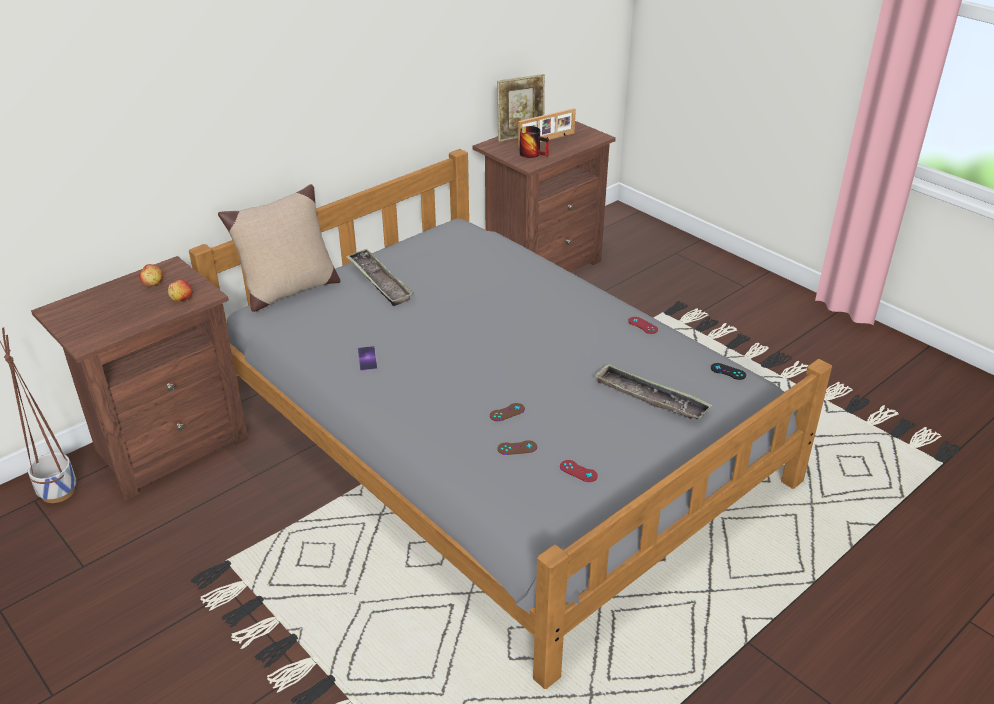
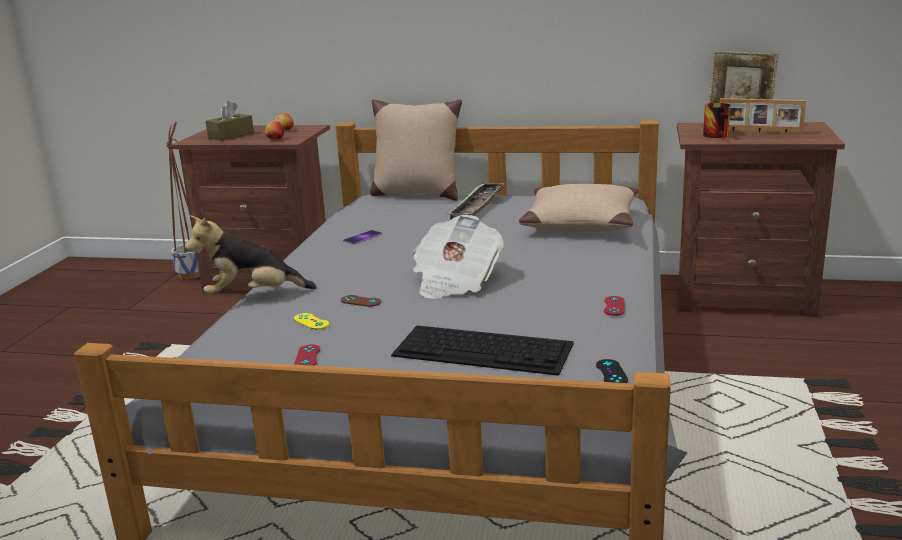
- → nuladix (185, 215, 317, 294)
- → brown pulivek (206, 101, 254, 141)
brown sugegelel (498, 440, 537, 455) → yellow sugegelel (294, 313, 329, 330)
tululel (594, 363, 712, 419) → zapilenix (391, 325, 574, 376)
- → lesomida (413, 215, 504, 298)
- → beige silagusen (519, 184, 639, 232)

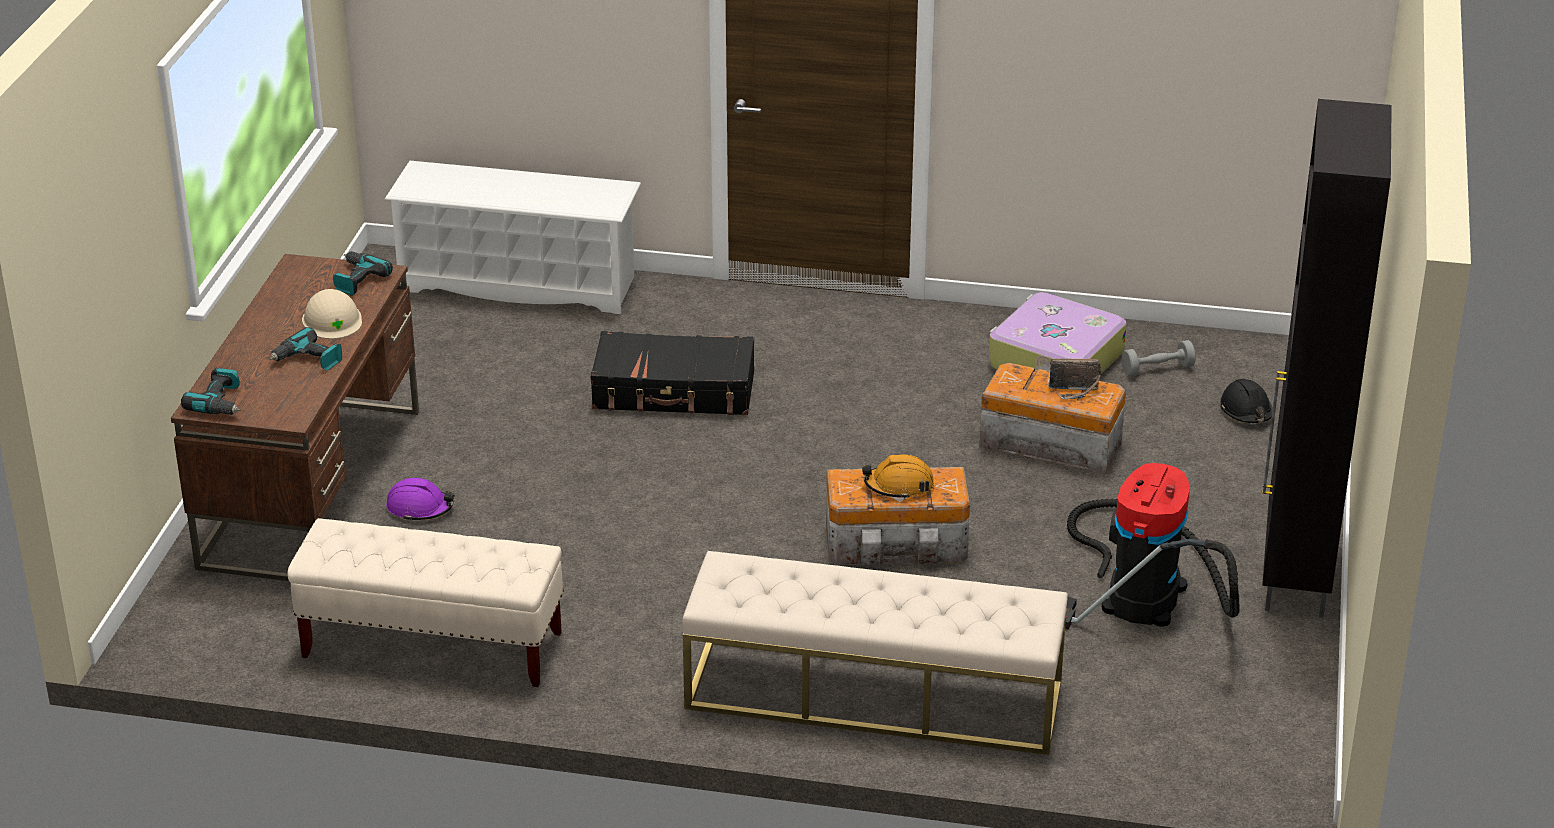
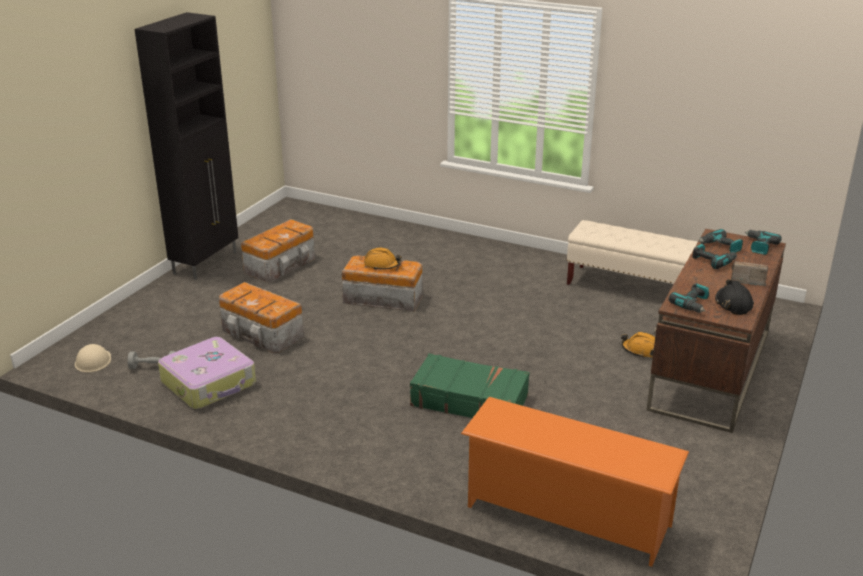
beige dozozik (302, 289, 362, 339) → beige dozozik (75, 344, 111, 372), moved
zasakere (1065, 463, 1240, 629) → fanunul (241, 219, 315, 282)
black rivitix (590, 331, 754, 415) → green rivitix (410, 353, 530, 418)
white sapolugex (385, 161, 641, 314) → orange sapolugex (461, 397, 689, 567)
purple dozozik (386, 478, 454, 521) → orange dozozik (621, 332, 655, 358)
- → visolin (698, 229, 743, 253)
black dozozik (1220, 379, 1273, 423) → black dozozik (715, 279, 754, 315), moved
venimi (1048, 358, 1101, 399) → venimi (731, 261, 768, 286), moved
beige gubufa (682, 551, 1068, 755) → -

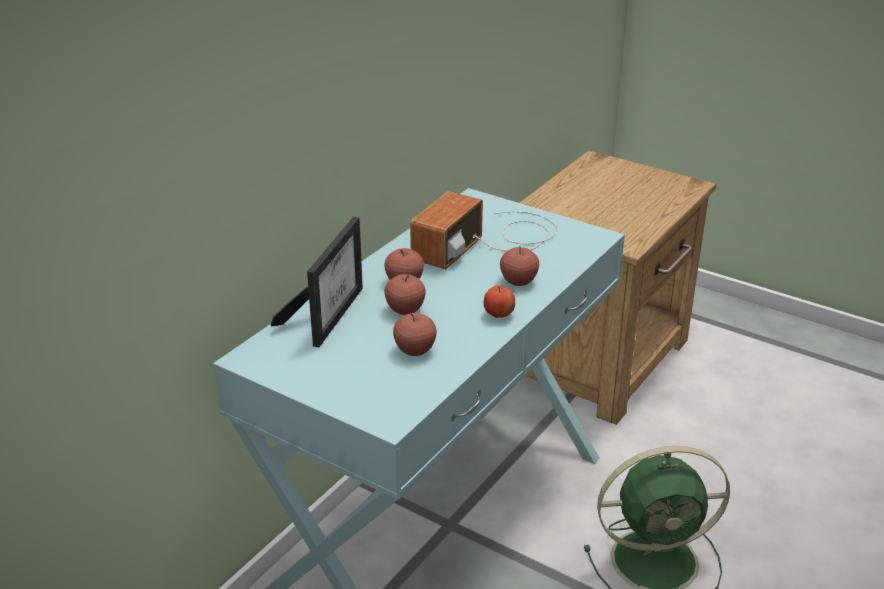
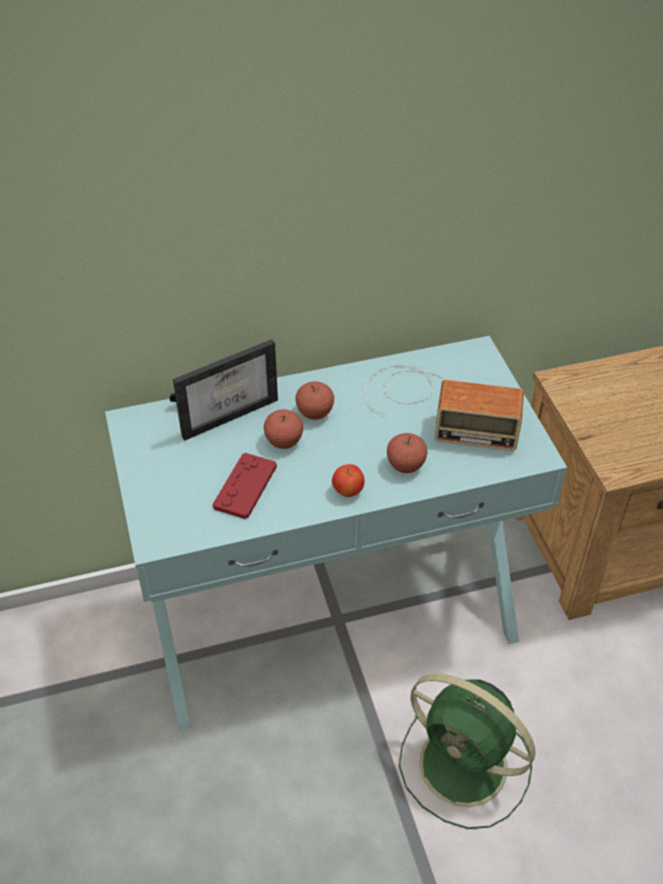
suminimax (393, 313, 437, 356) → red sugegelel (213, 453, 277, 519)
venimi (410, 191, 557, 269) → venimi (365, 365, 524, 451), 150 degrees counterclockwise

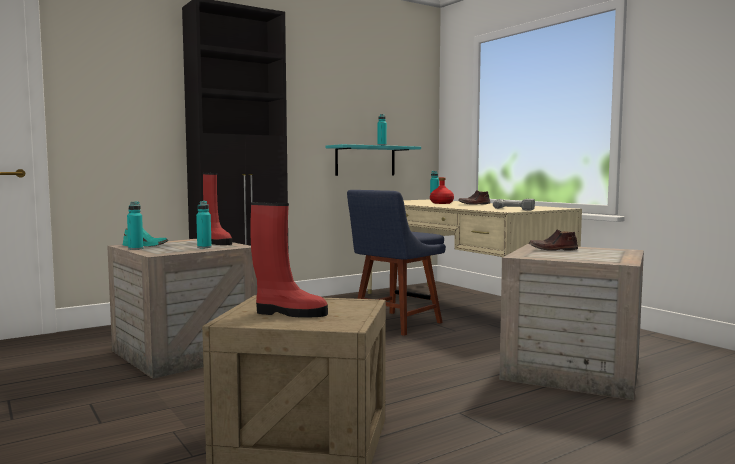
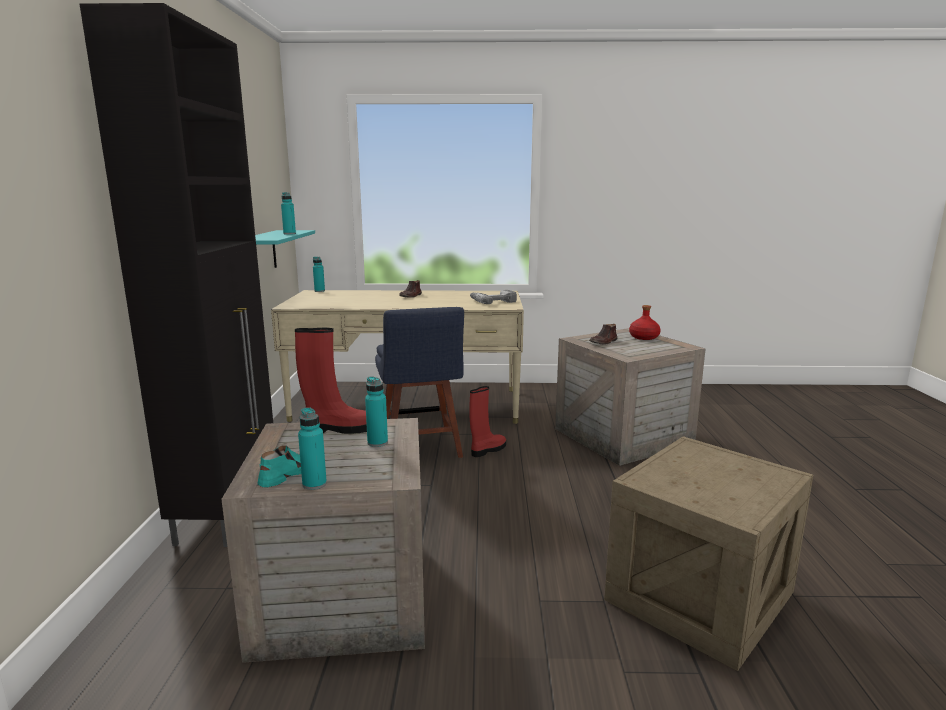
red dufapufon (250, 202, 328, 318) → red dufapufon (469, 386, 506, 457), moved
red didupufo (430, 177, 454, 204) → red didupufo (629, 305, 661, 340), moved

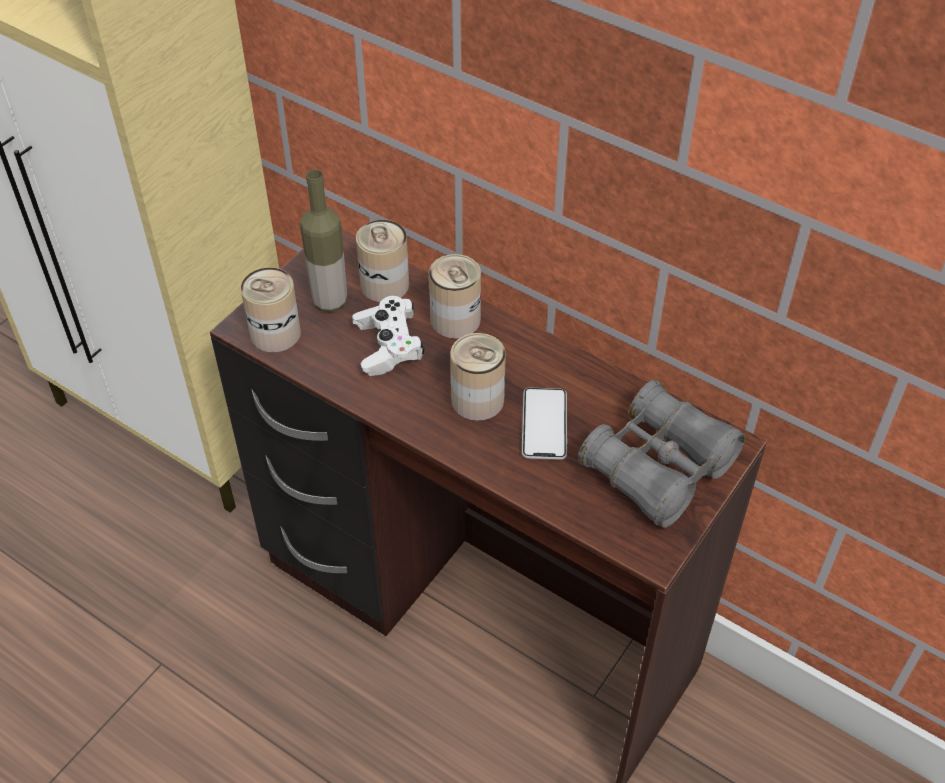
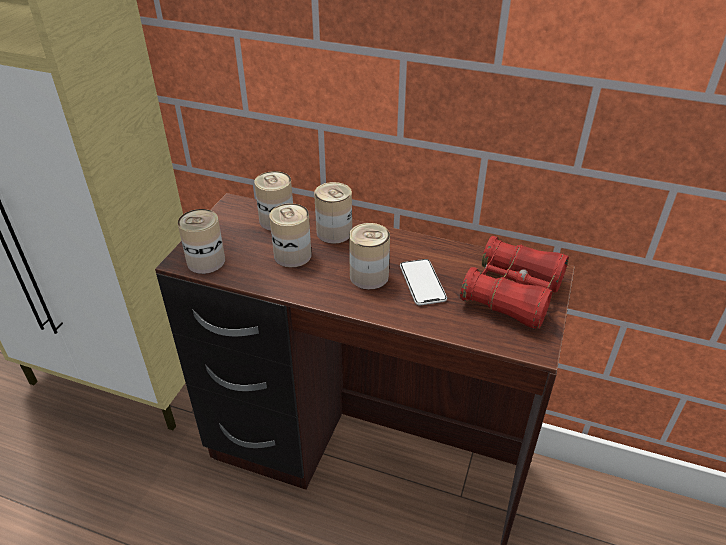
white sugegelel (352, 296, 424, 376) → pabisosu (269, 203, 311, 267)
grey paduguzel (578, 380, 745, 528) → red paduguzel (460, 236, 569, 329)
didupufo (300, 169, 347, 313) → -

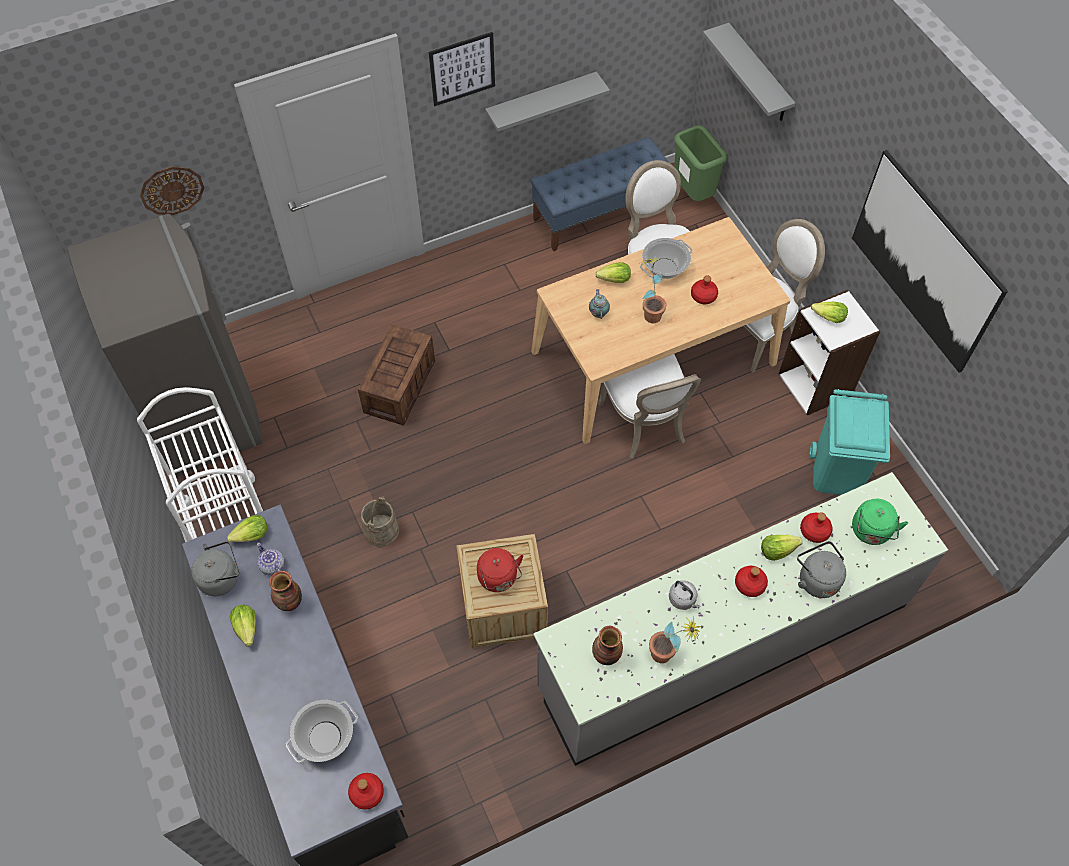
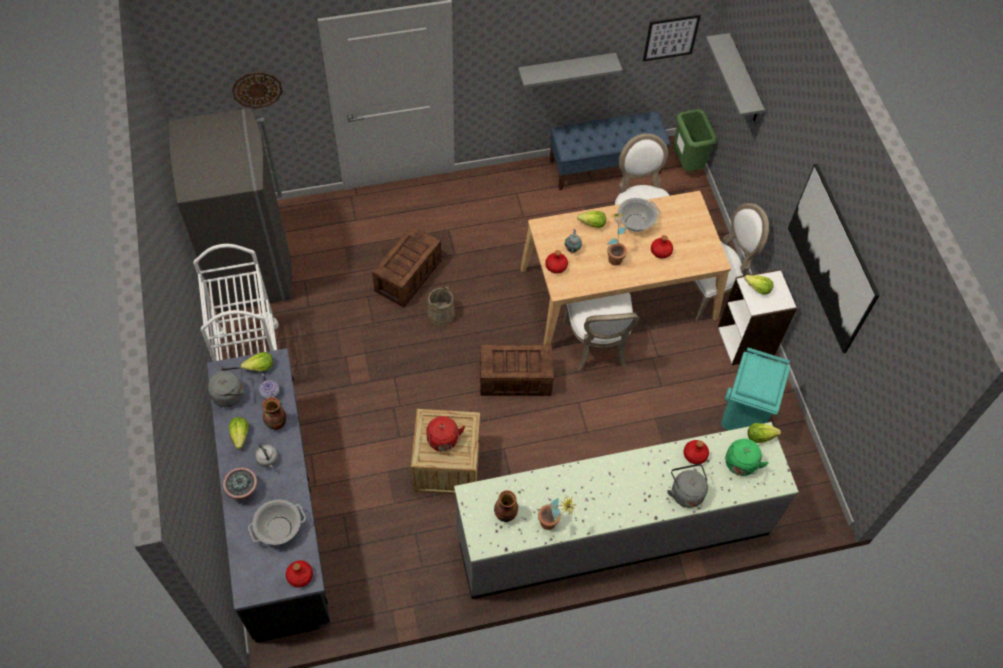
- → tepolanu (223, 467, 257, 500)
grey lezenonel (669, 580, 700, 610) → grey lezenonel (255, 444, 278, 468), moved
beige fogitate (361, 496, 399, 547) → beige fogitate (427, 286, 455, 325), moved
- → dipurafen (480, 345, 554, 396)
red didupufo (735, 566, 768, 597) → red didupufo (545, 250, 568, 274), moved
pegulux (429, 32, 495, 106) → pegulux (643, 15, 701, 62), moved
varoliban (761, 535, 802, 561) → varoliban (748, 423, 781, 443), moved

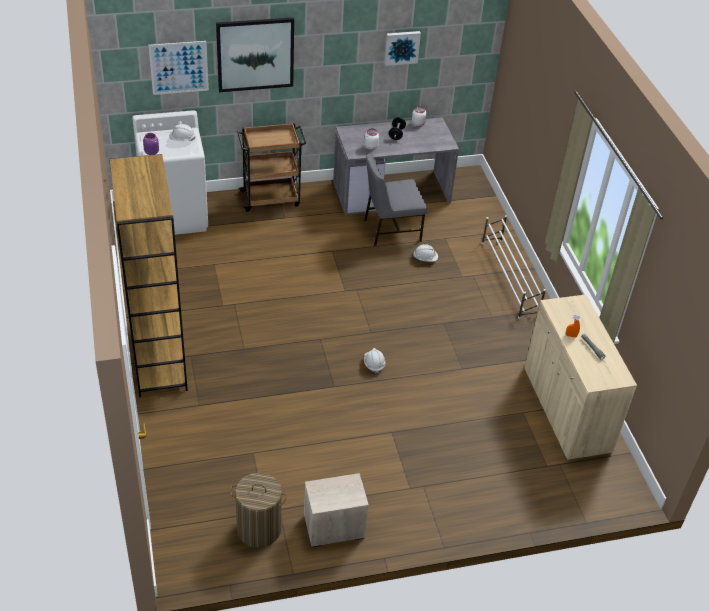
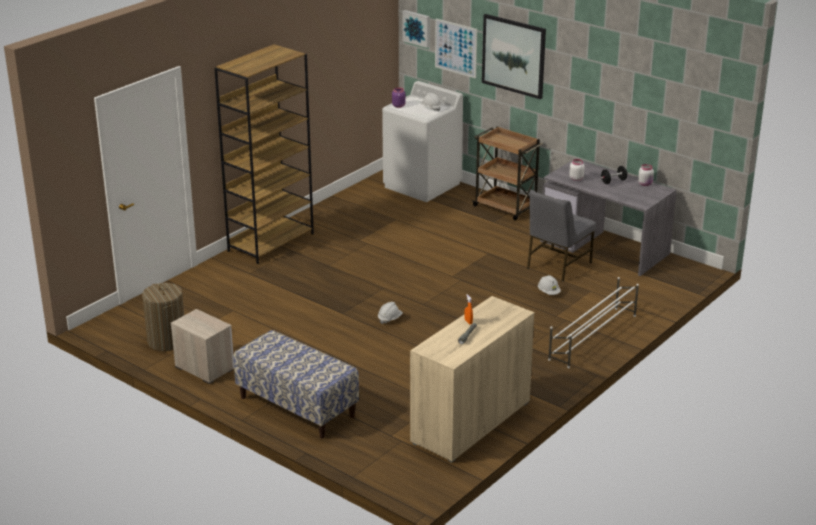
- → gubufa (233, 330, 359, 439)
pegulux (384, 31, 421, 66) → pegulux (402, 10, 430, 48), moved
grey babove (364, 153, 427, 246) → grey babove (527, 190, 596, 281), 90 degrees counterclockwise

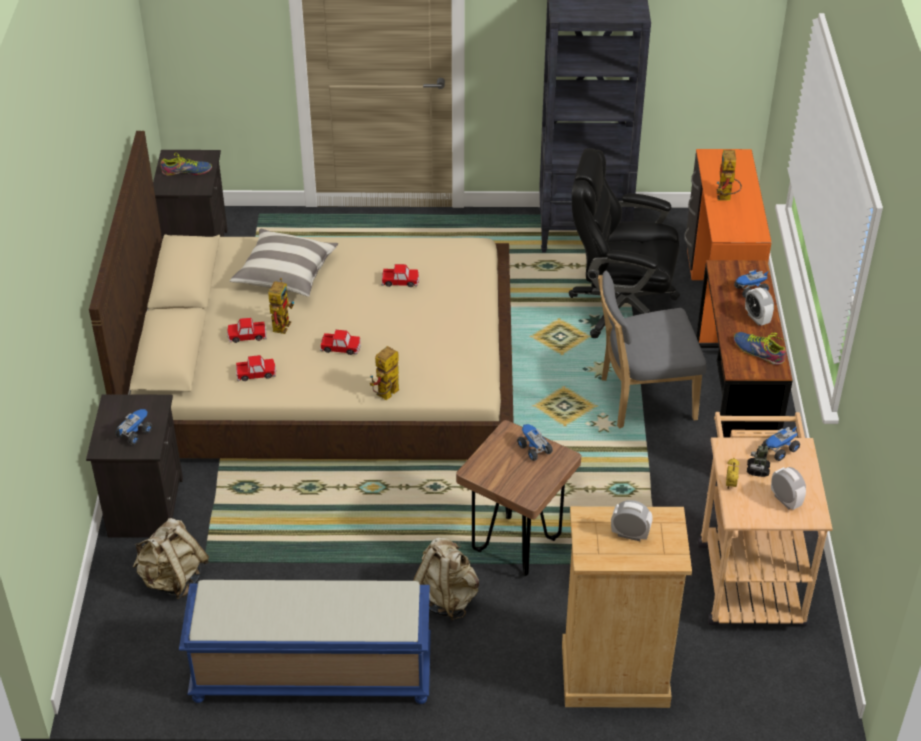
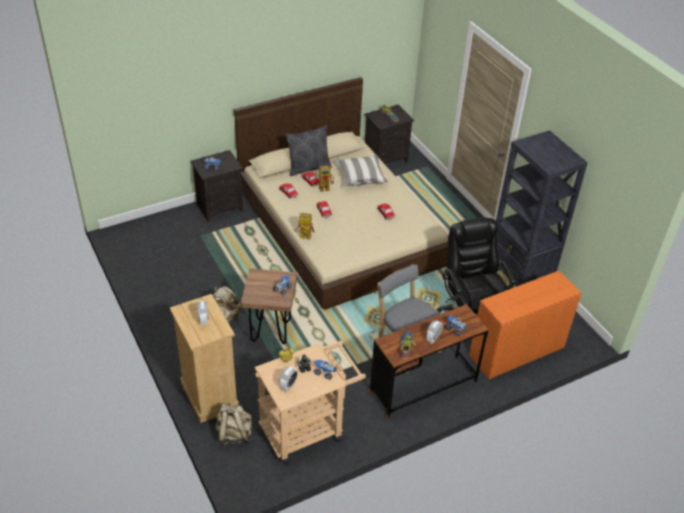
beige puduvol (133, 518, 209, 599) → beige puduvol (215, 403, 253, 445), moved
- → grey silagusen (285, 125, 332, 176)
blue gubufa (179, 580, 431, 704) → -
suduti (716, 150, 742, 201) → -

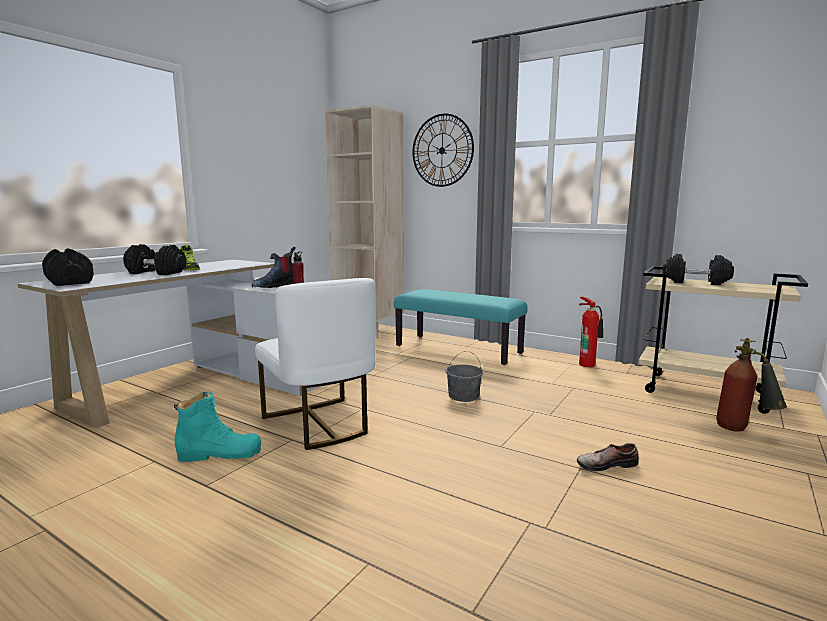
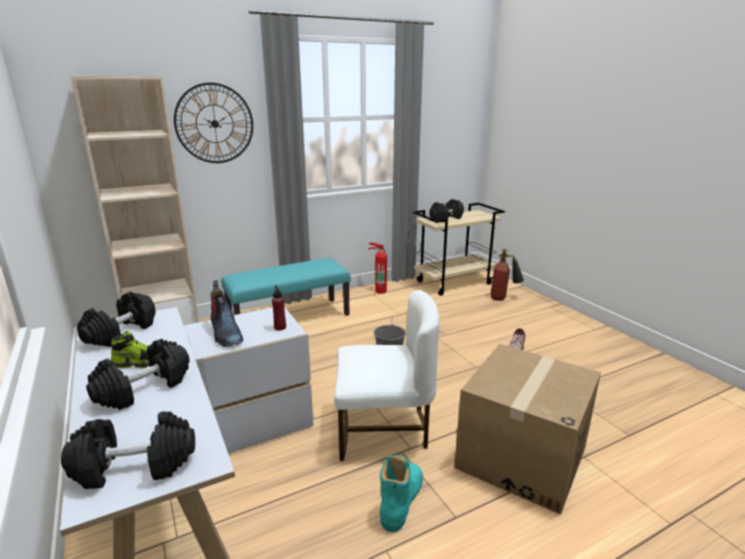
- → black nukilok (77, 292, 156, 347)
- → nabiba (454, 344, 601, 515)

